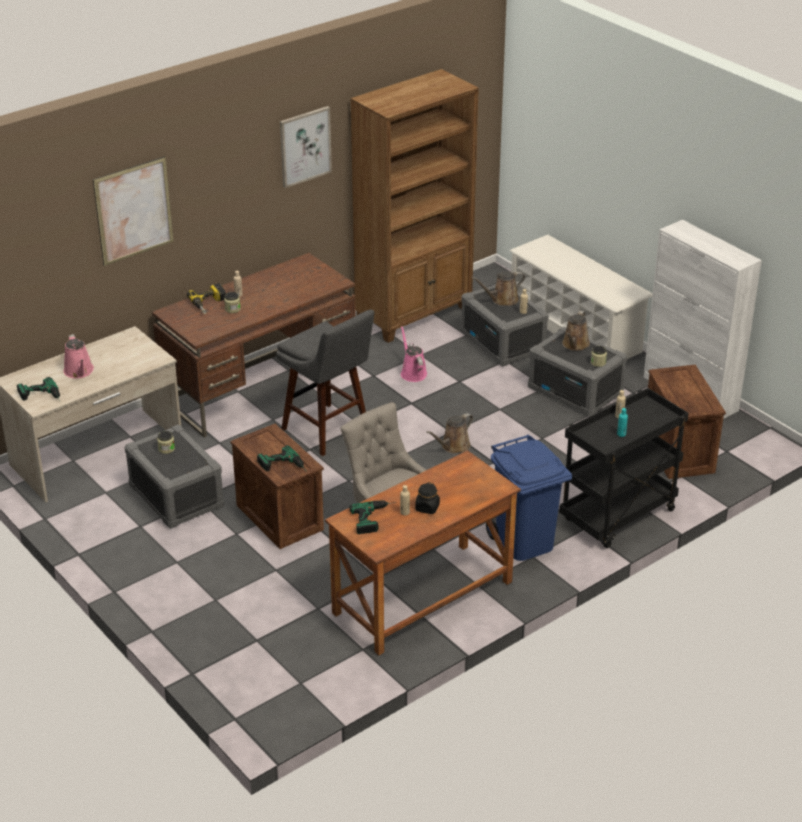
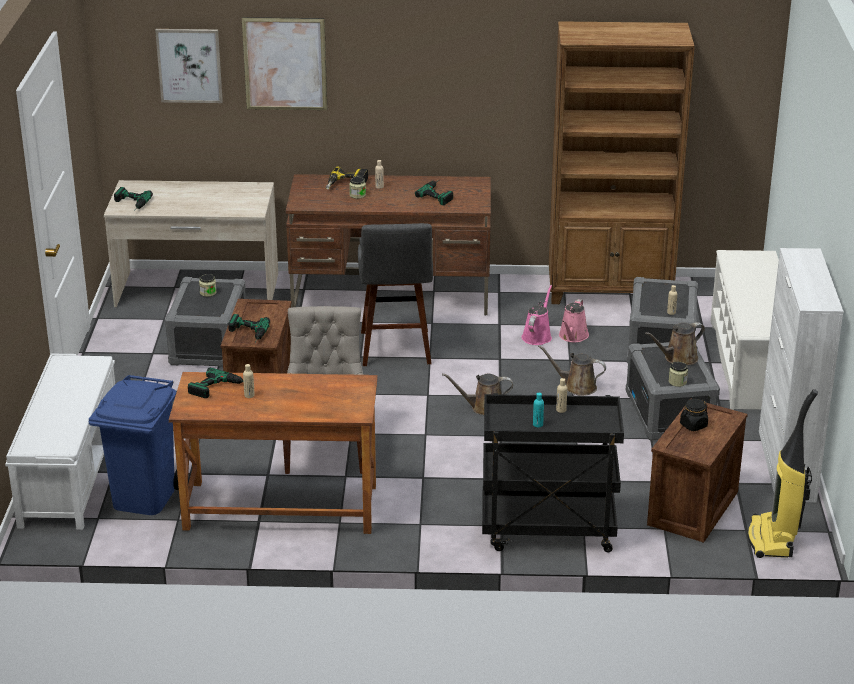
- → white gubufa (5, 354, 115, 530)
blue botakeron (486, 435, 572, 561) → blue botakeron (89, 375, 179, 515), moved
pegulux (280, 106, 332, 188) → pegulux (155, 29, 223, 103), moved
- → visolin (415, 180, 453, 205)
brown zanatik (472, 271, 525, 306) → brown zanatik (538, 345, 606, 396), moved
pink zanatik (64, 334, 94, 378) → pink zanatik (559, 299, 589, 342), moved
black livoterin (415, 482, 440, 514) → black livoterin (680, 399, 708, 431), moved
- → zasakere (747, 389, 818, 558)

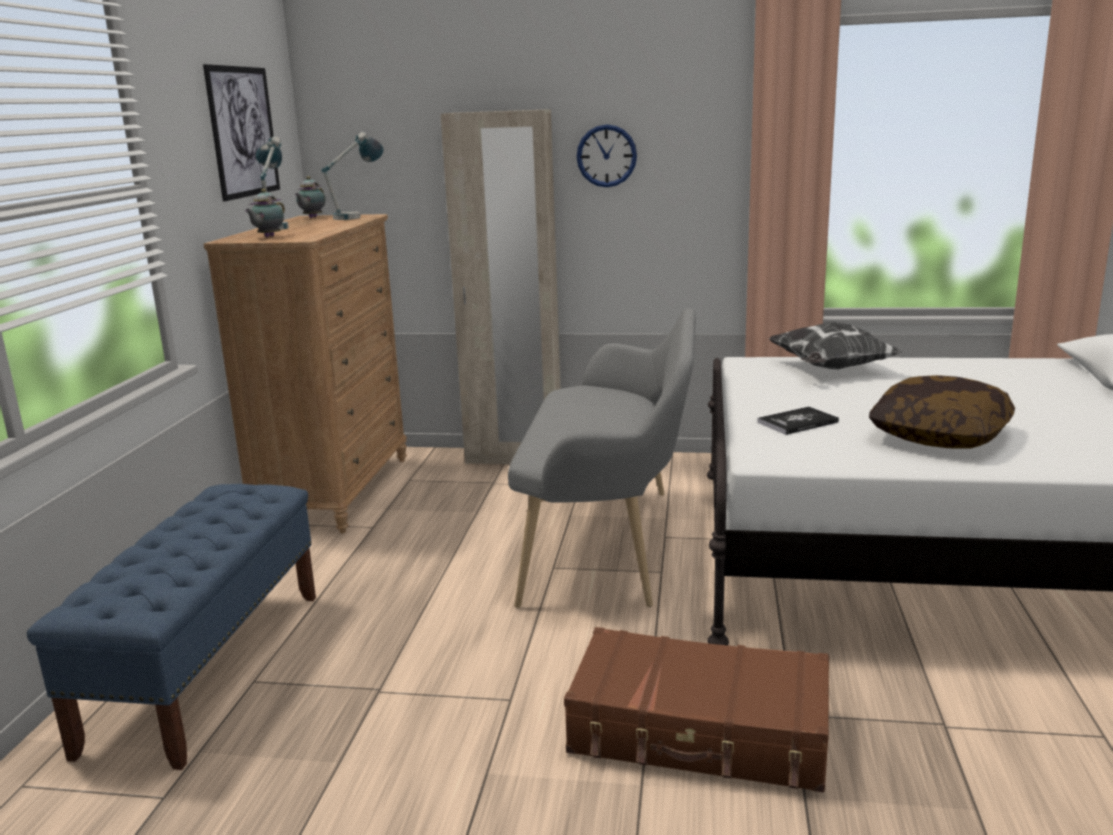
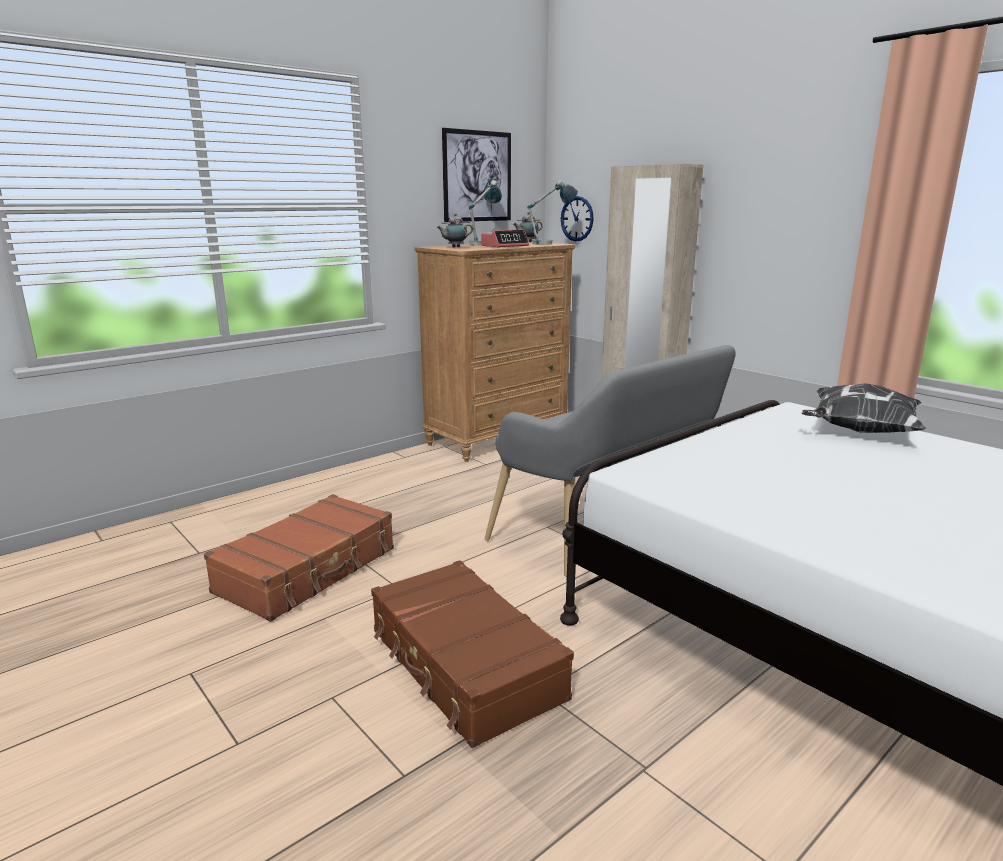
- → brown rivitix (204, 494, 394, 622)
- → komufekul (481, 230, 529, 248)
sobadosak (577, 124, 637, 187) → sobadosak (561, 196, 594, 241), moved
blue gubufa (27, 484, 316, 770) → -
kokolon (757, 407, 839, 435) → -
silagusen (869, 375, 1015, 449) → -

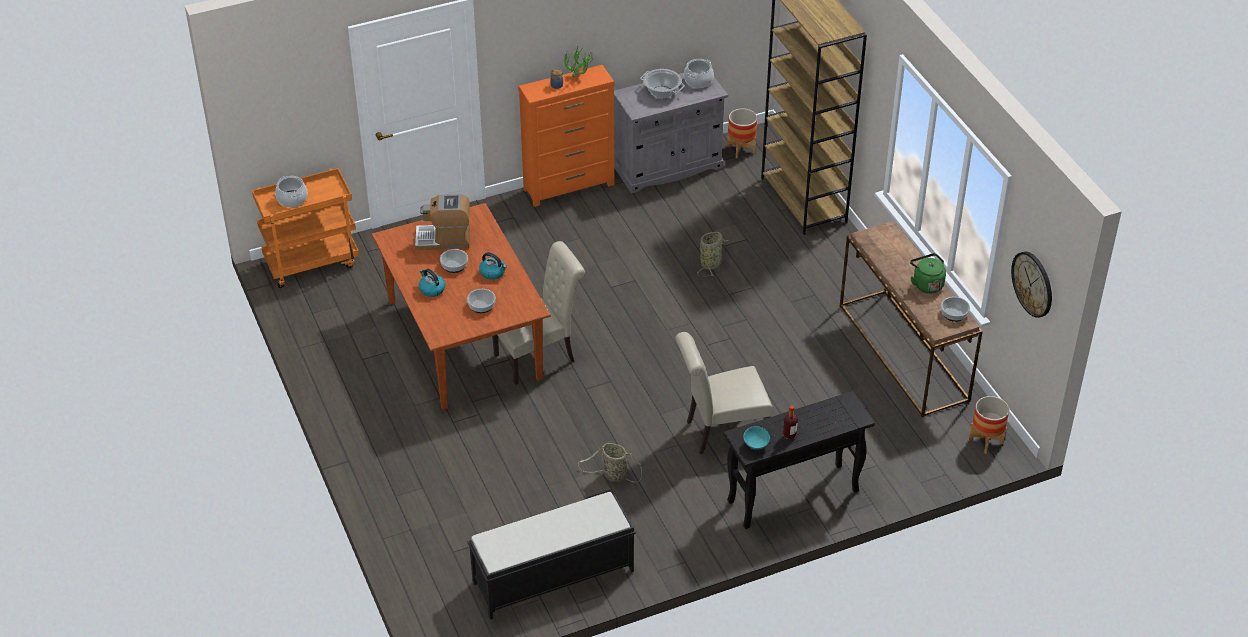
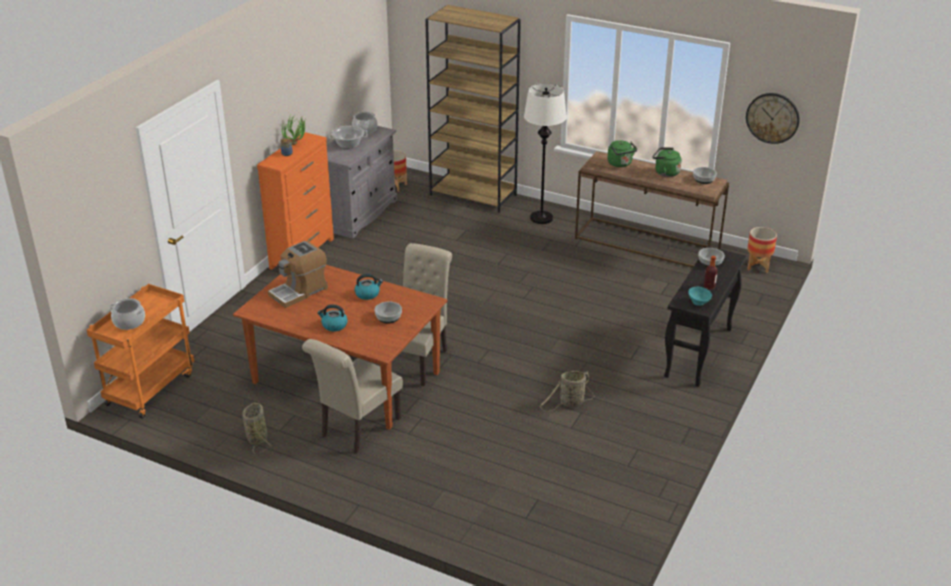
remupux (697, 232, 728, 276) → remupux (242, 403, 272, 454), moved
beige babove (675, 332, 773, 454) → beige babove (302, 339, 403, 454), moved
- → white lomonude (524, 83, 567, 224)
- → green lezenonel (608, 140, 637, 167)
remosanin (440, 249, 468, 273) → remosanin (698, 248, 725, 267), moved
black gubufa (467, 492, 636, 620) → -

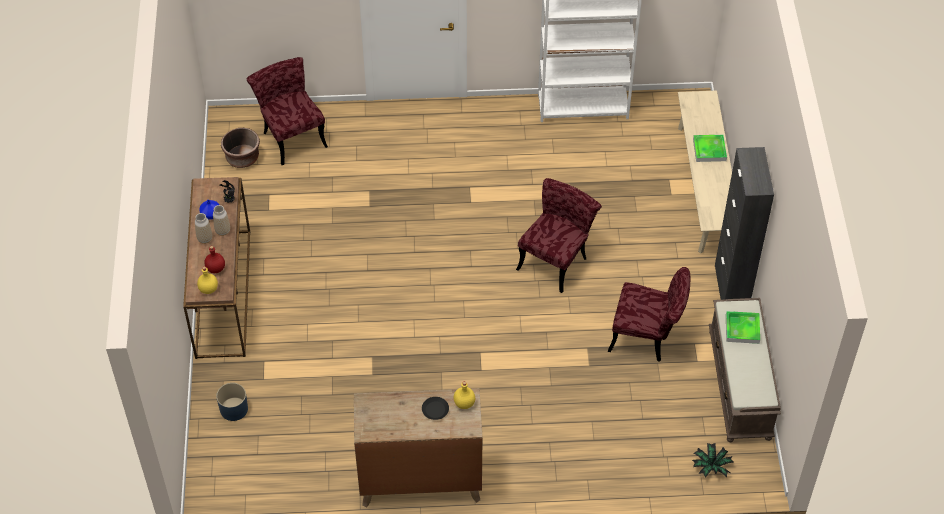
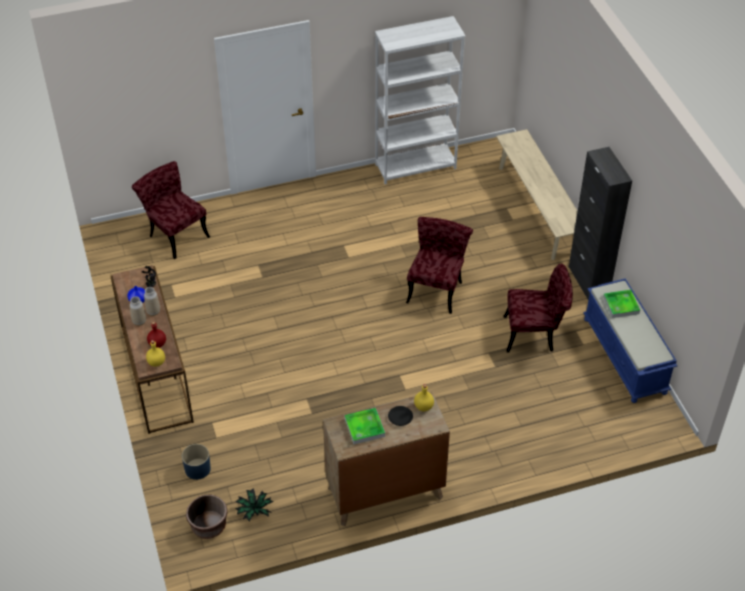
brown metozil (221, 128, 260, 168) → brown metozil (186, 494, 227, 539), moved
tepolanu (692, 443, 734, 478) → tepolanu (235, 488, 273, 522), moved
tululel (693, 135, 727, 162) → tululel (344, 408, 385, 444), moved
brown gubufa (709, 298, 781, 442) → blue gubufa (583, 278, 677, 403)

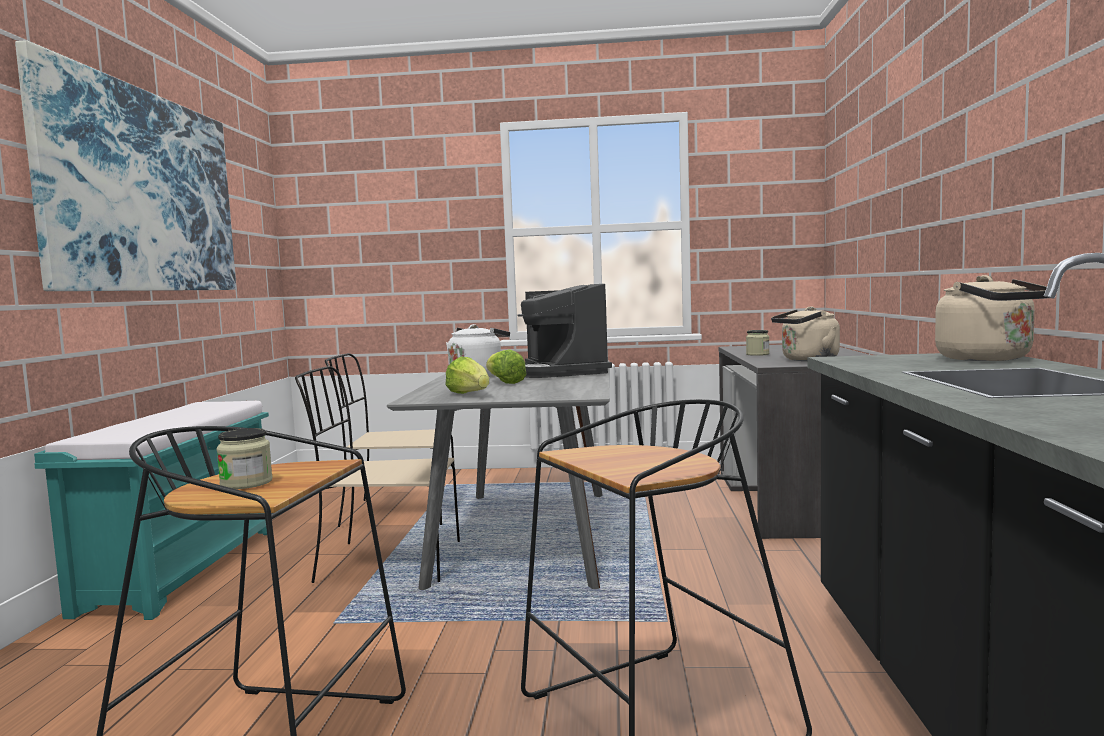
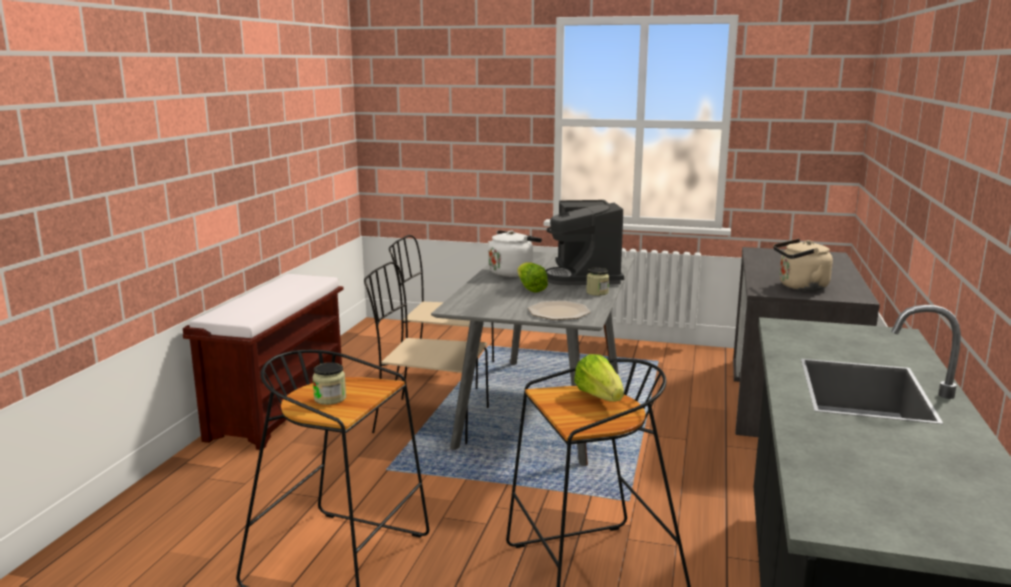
turquoise gubufa (34, 401, 269, 620) → brown gubufa (183, 274, 344, 450)
- → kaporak (528, 301, 590, 320)
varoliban (445, 356, 489, 394) → varoliban (574, 354, 624, 402), moved
livoterin (746, 330, 769, 356) → livoterin (586, 268, 609, 296), moved
pegulux (15, 40, 236, 291) → -
beige lezenonel (935, 275, 1048, 361) → -

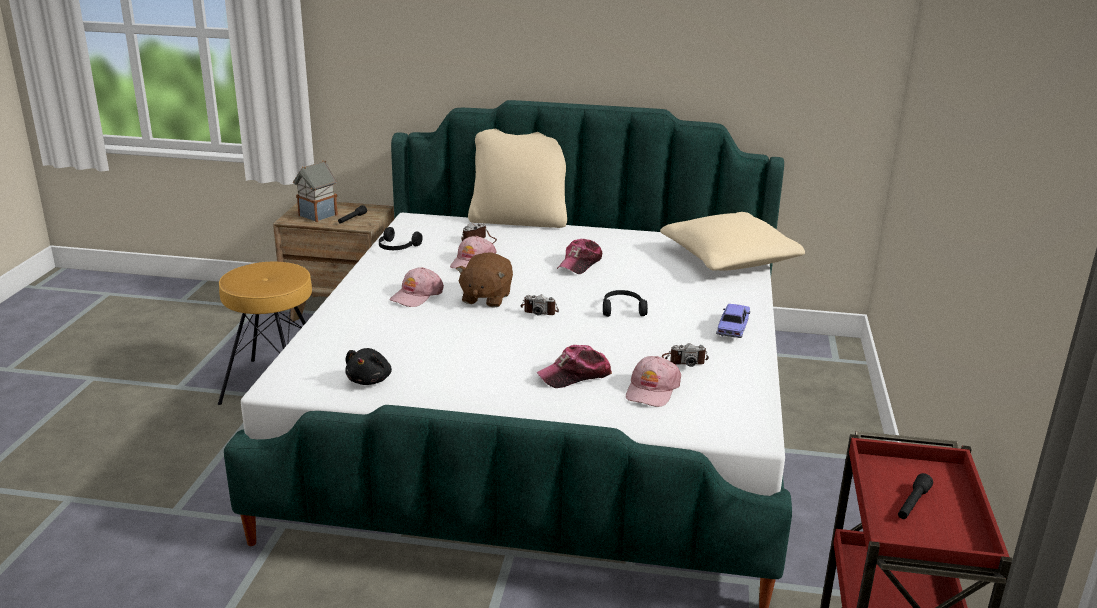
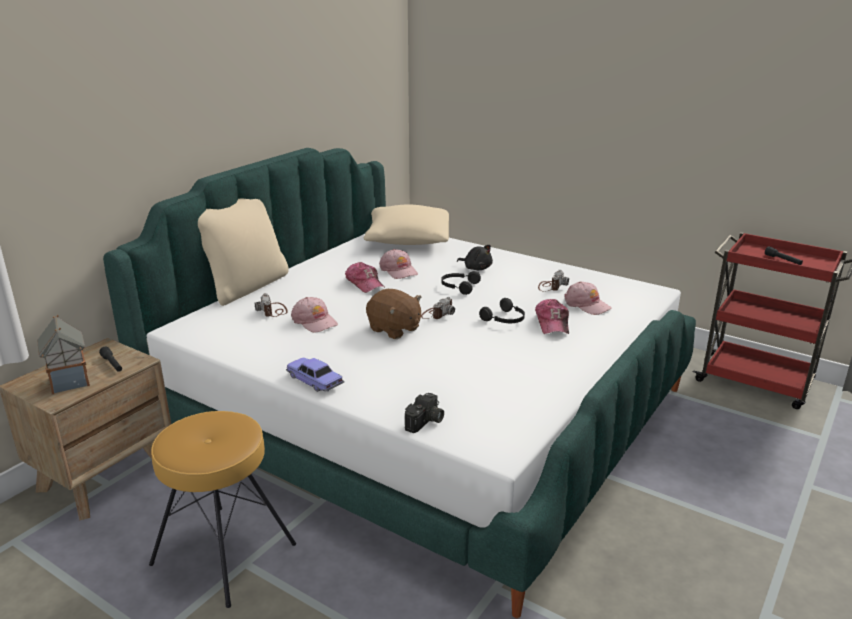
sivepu (716, 304, 750, 338) → sivepu (286, 358, 345, 392), moved
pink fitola (390, 267, 444, 307) → pink fitola (379, 249, 418, 279), moved
- → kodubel (405, 393, 444, 433)
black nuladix (345, 348, 392, 385) → black nuladix (457, 245, 493, 270), moved
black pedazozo (379, 227, 423, 250) → black pedazozo (479, 298, 525, 323), moved

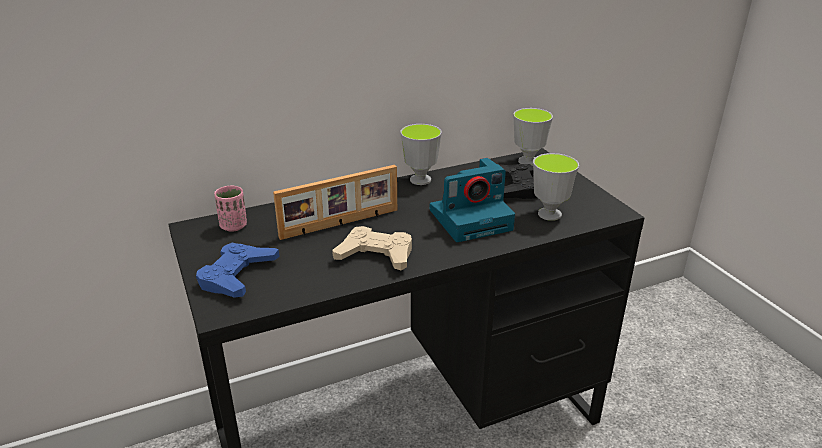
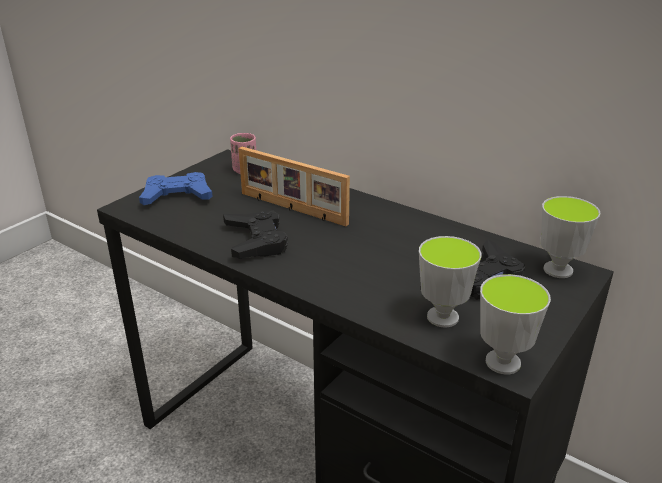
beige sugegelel (332, 226, 412, 270) → black sugegelel (223, 211, 288, 258)
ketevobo (401, 124, 442, 185) → ketevobo (480, 274, 551, 375), moved
kodubel (430, 158, 515, 242) → -

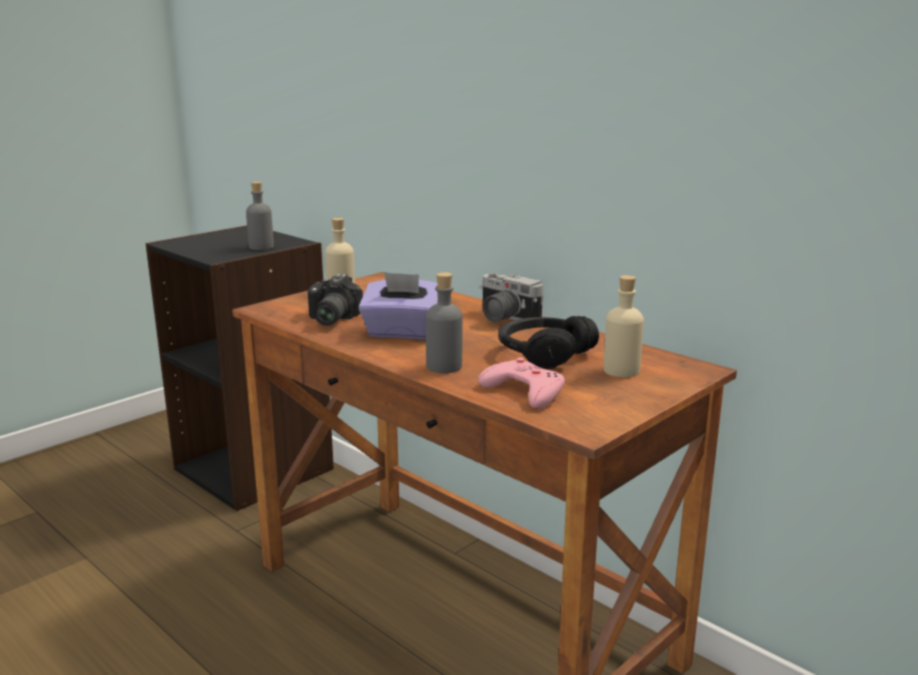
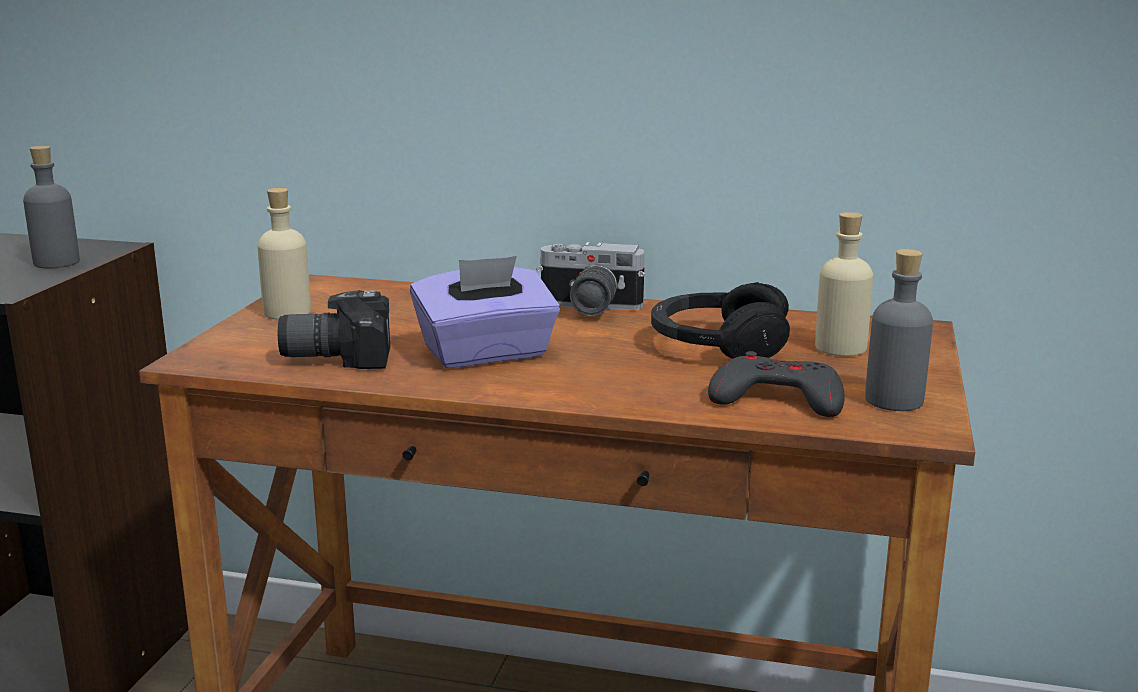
kodubel (308, 274, 363, 326) → kodubel (278, 290, 390, 369), 105 degrees clockwise
pink sugegelel (478, 357, 565, 409) → grey sugegelel (708, 351, 845, 417)
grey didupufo (426, 272, 463, 373) → grey didupufo (865, 249, 933, 411), moved

